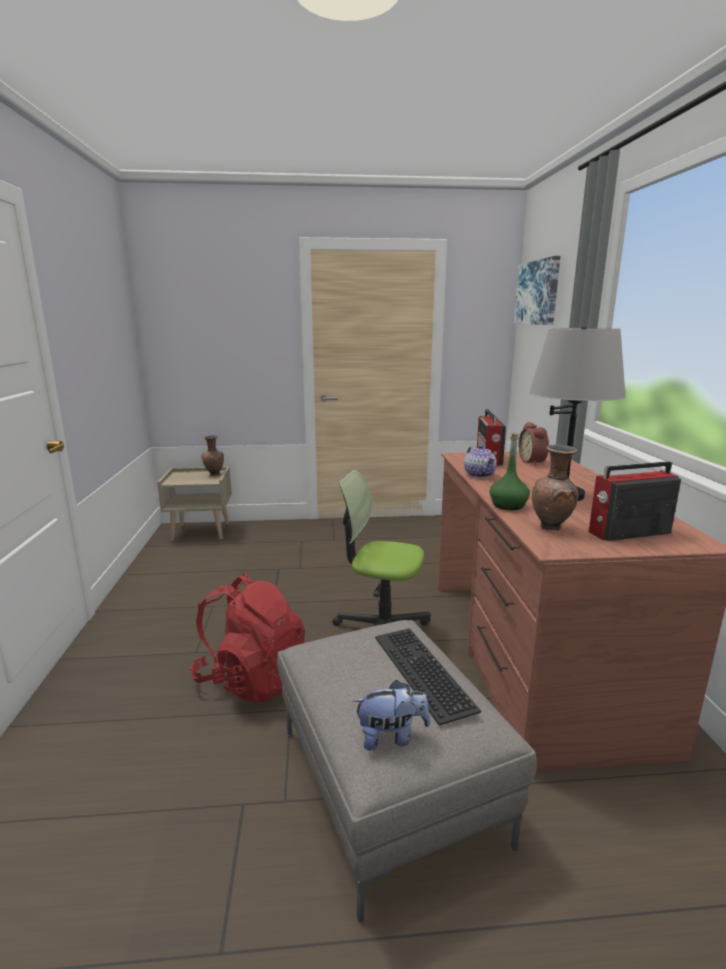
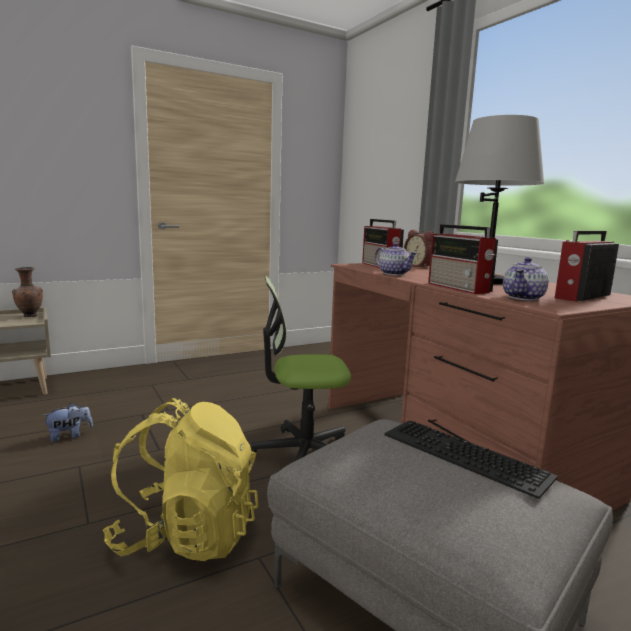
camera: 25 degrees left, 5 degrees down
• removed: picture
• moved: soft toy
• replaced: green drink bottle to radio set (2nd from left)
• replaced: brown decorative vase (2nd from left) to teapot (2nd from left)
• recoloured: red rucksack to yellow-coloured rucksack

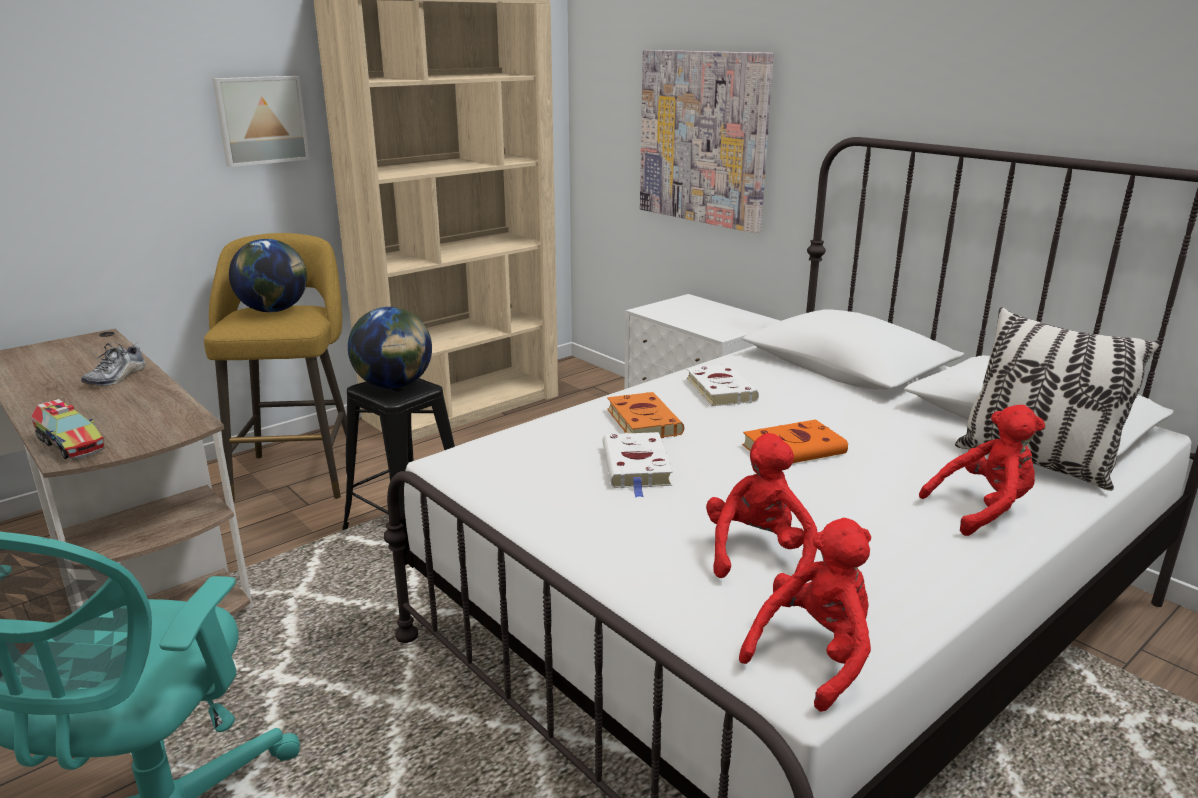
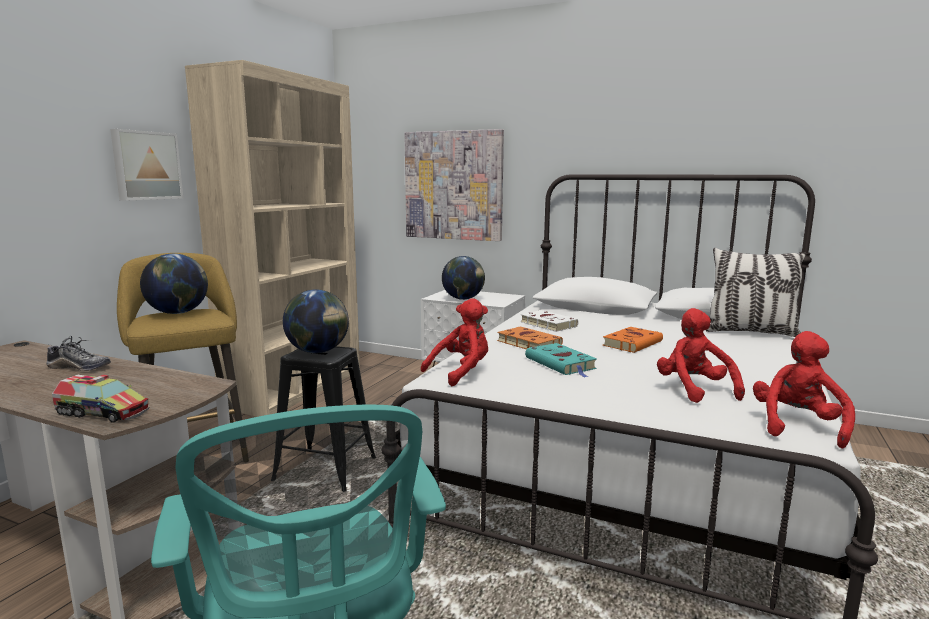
camera: 25 degrees left, 10 degrees down
• added: globe (3rd from left)
• moved: red soft toy (3rd from left in the first image) to red soft toy (1st from left)
• recoloured: whitish volume (1st from left) to blue-green volume
• turned: low shoe 75 degrees counterclockwise

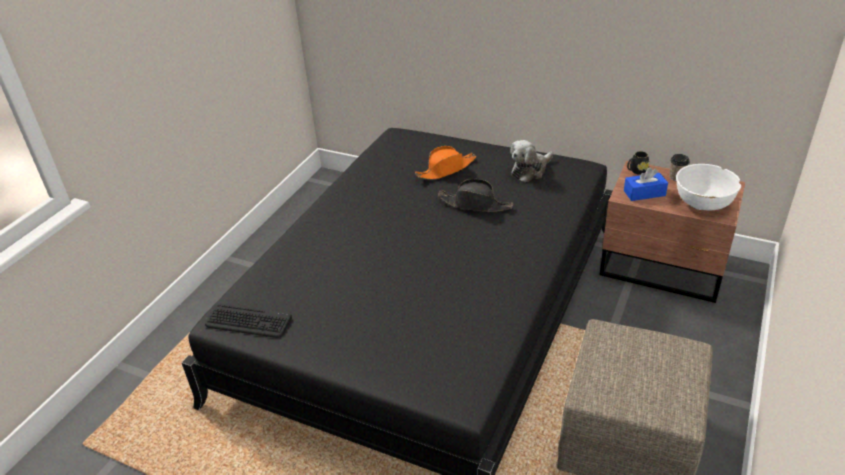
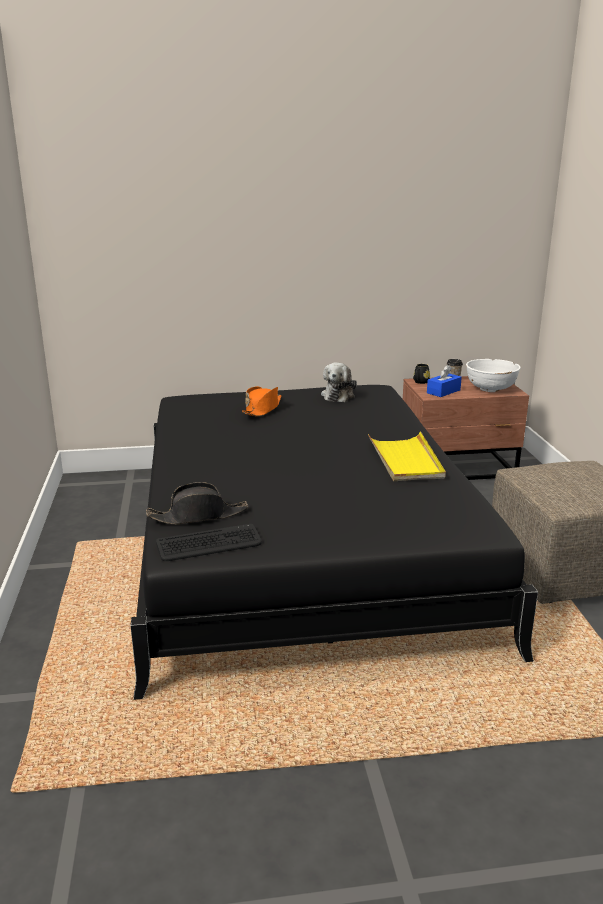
camera: 35 degrees left, 15 degrees down
• added: yellow-coloured carrying tray
• moved: blackish wearable hat

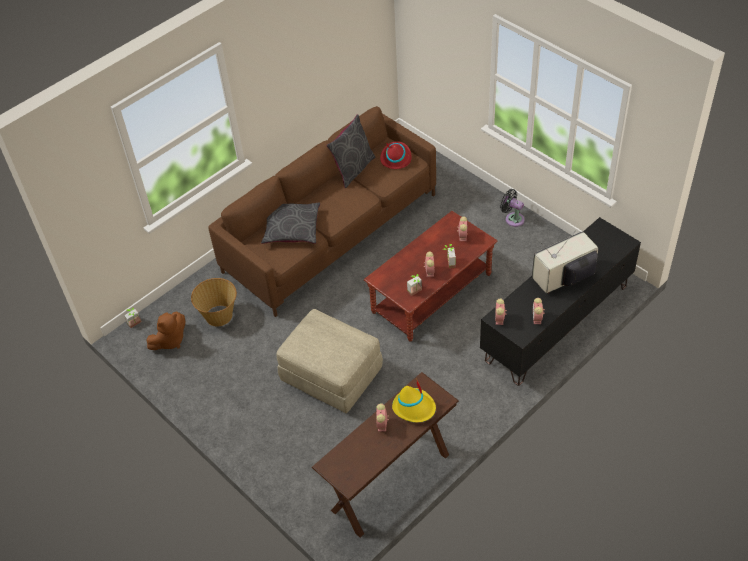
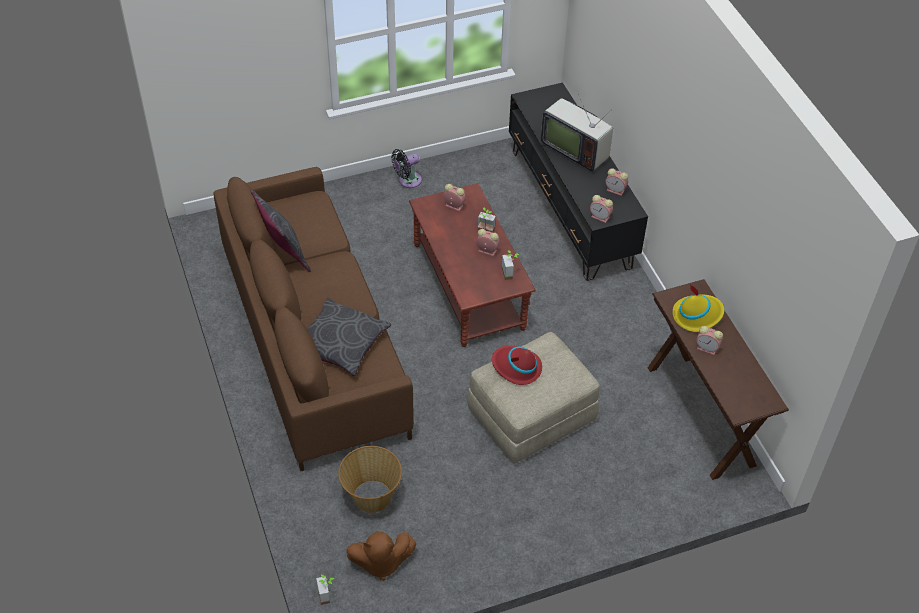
camera: 70 degrees left, 0 degrees up
• moved: red wearable hat
• turned: brown soft toy 105 degrees clockwise
• turned: TV 45 degrees counterclockwise

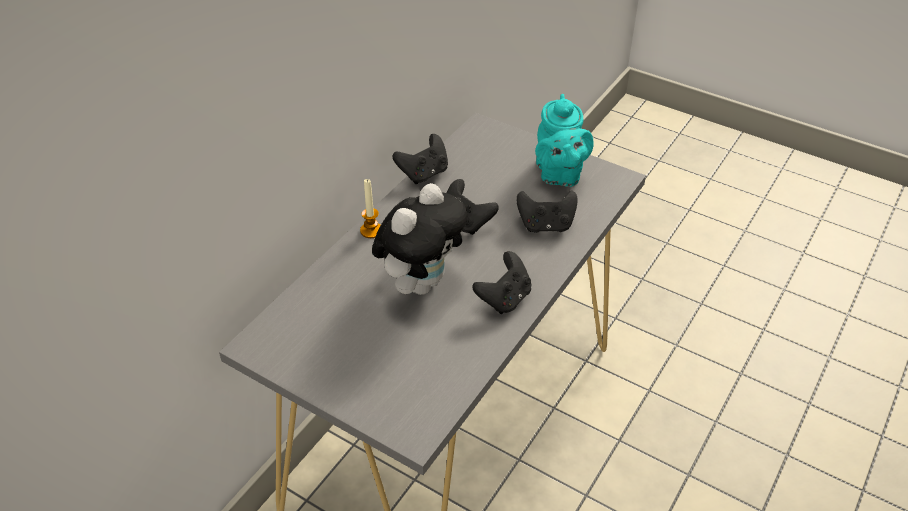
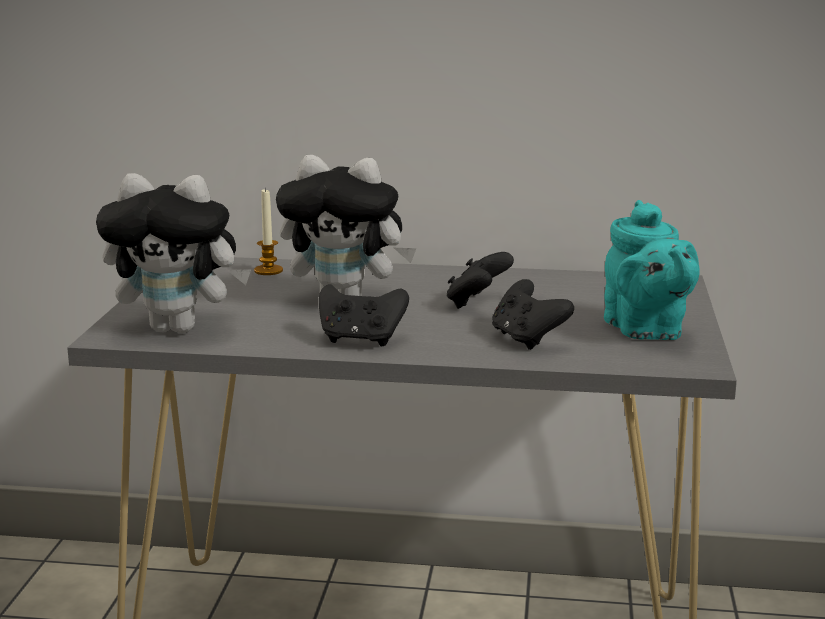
camera: 65 degrees right, 25 degrees down
• removed: blackish game controller (1st from left)
• added: soft toy (1st from left)
• moved: candle
• turned: blue-green teapot 75 degrees counterclockwise

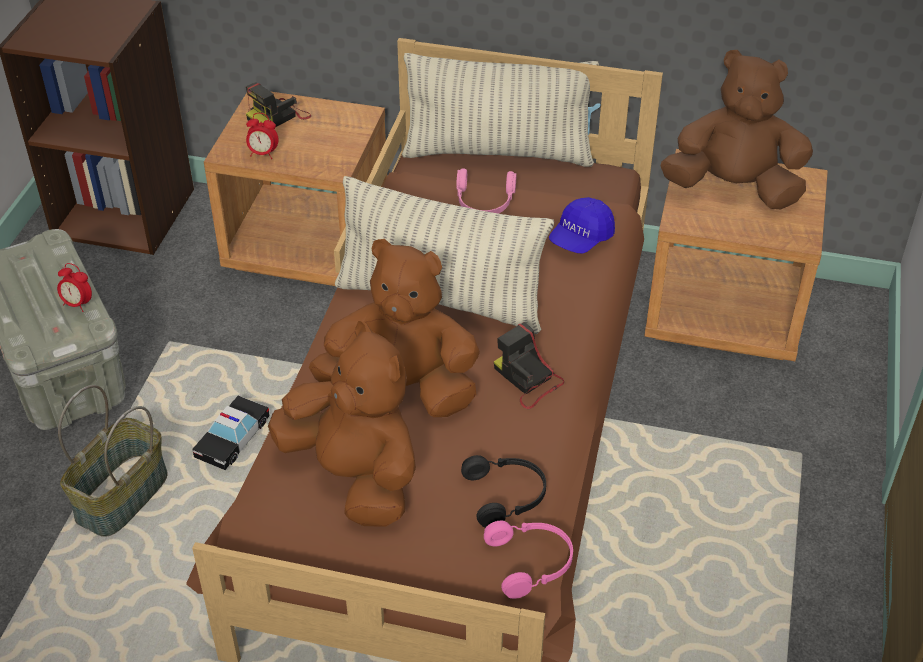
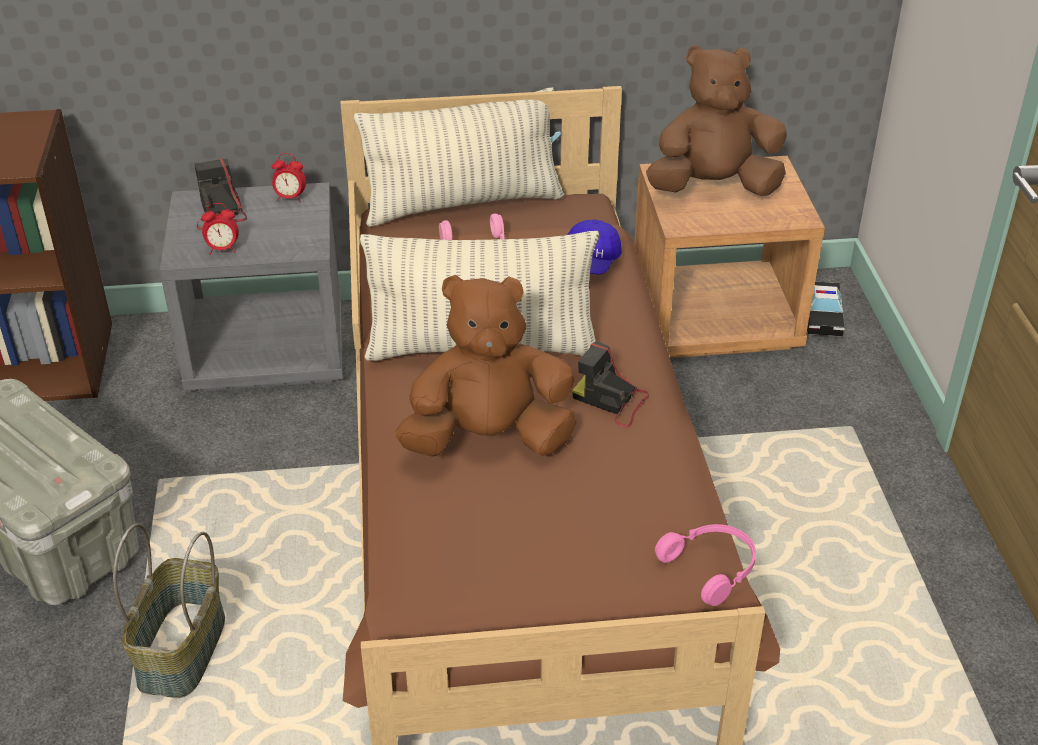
camera: 20 degrees left, 5 degrees down
• removed: brown soft toy (1st from left)
• removed: blackish headset
• moved: bedside clock (1st from left in the first image) to bedside clock (2nd from left)
• moved: model car
• recoloured: brown bedside table (1st from left) to greyish bedside table
• turned: photo camera (1st from left) 135 degrees clockwise

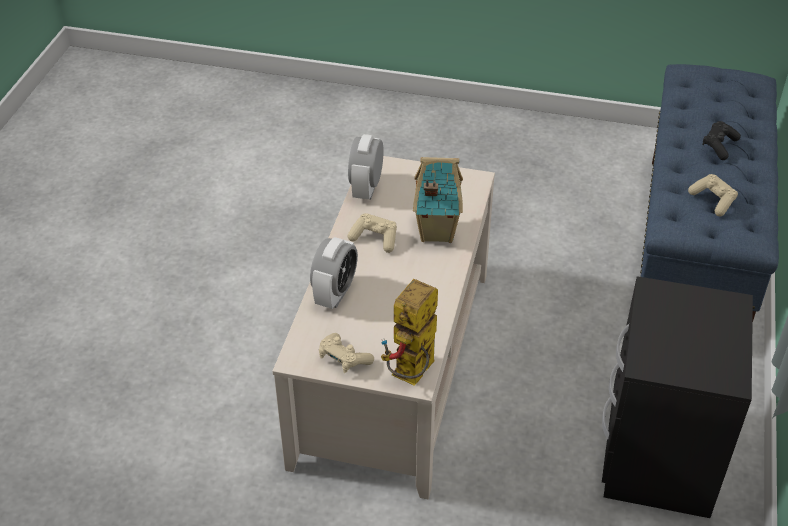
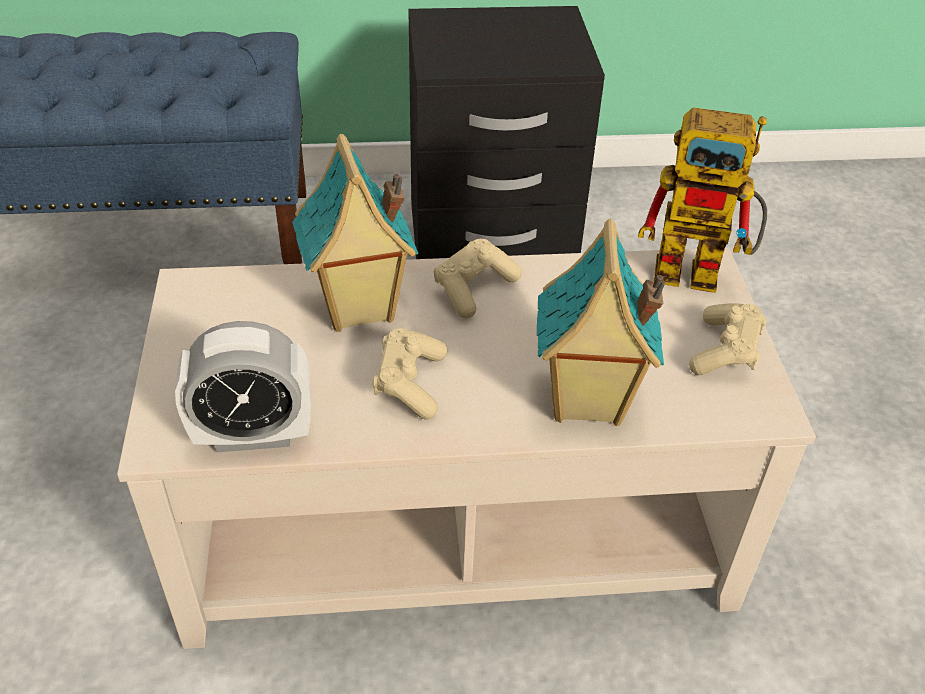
camera: 110 degrees left, 0 degrees up
• removed: blackish game controller
• moved: beige-coloured game controller (3rd from left in the first image) to beige-coloured game controller (2nd from left)
• replaced: bedside clock (1st from left) to toy house (2nd from left)

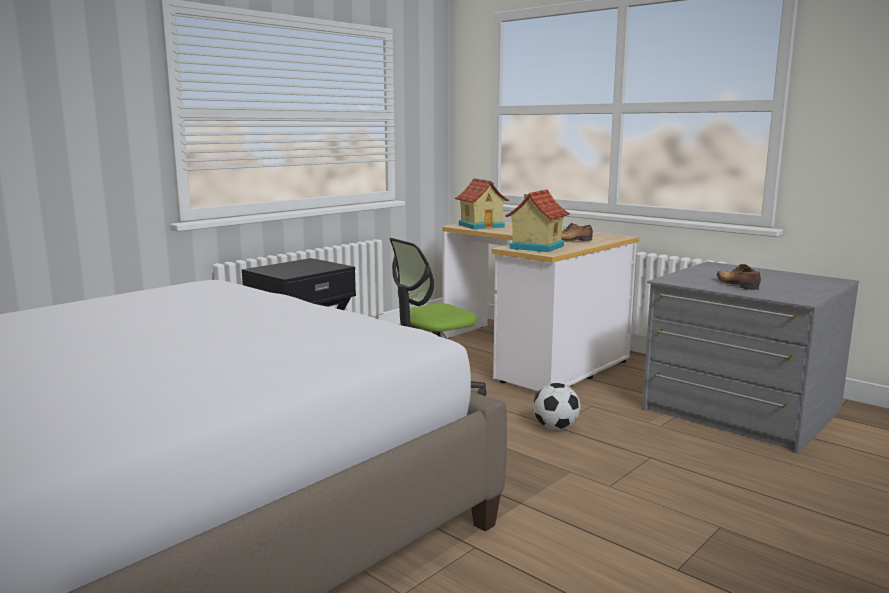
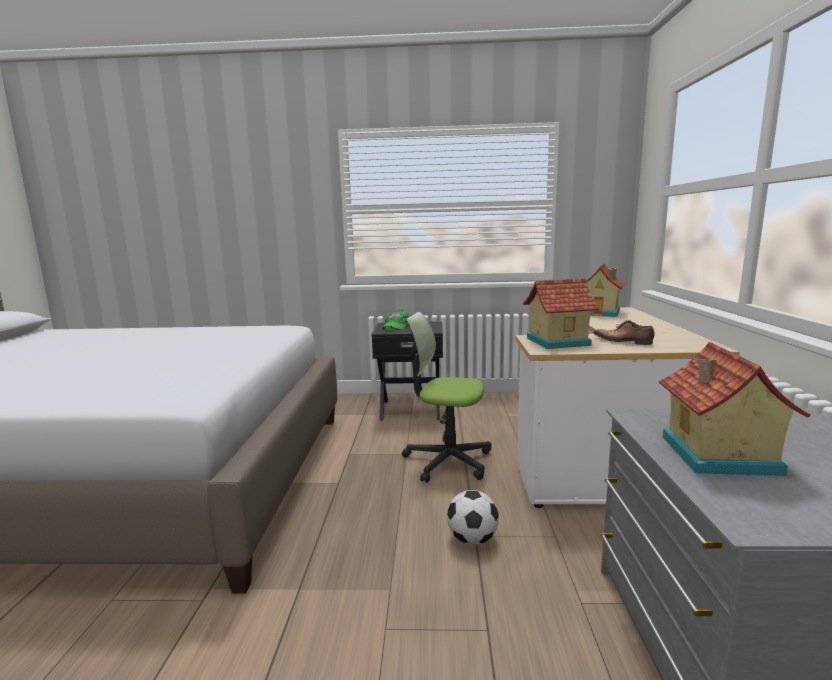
camera: 50 degrees right, 0 degrees up
• added: green cap
• replaced: low shoe (2nd from left) to toy house (3rd from left)

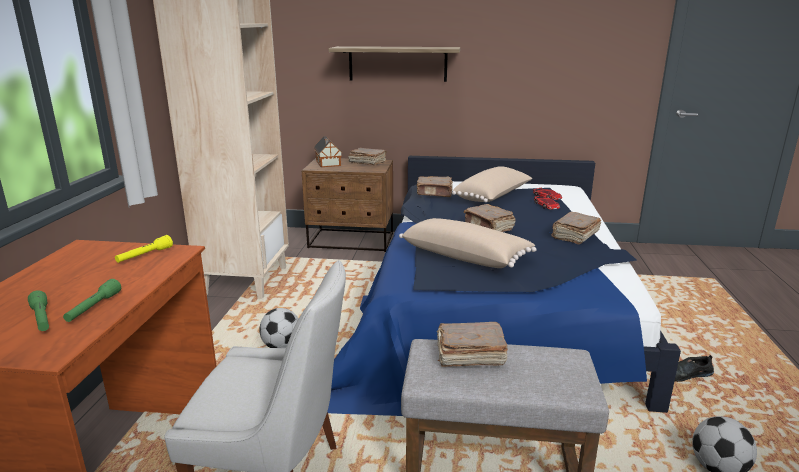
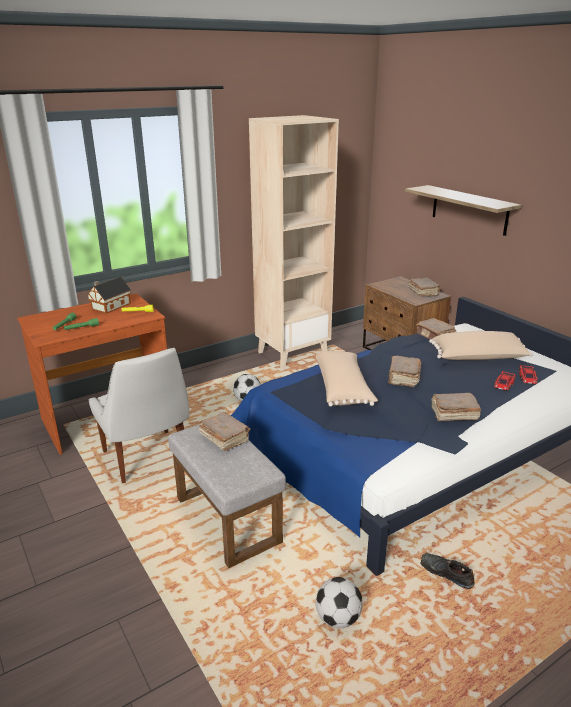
camera: 50 degrees right, 5 degrees up
• moved: toy house

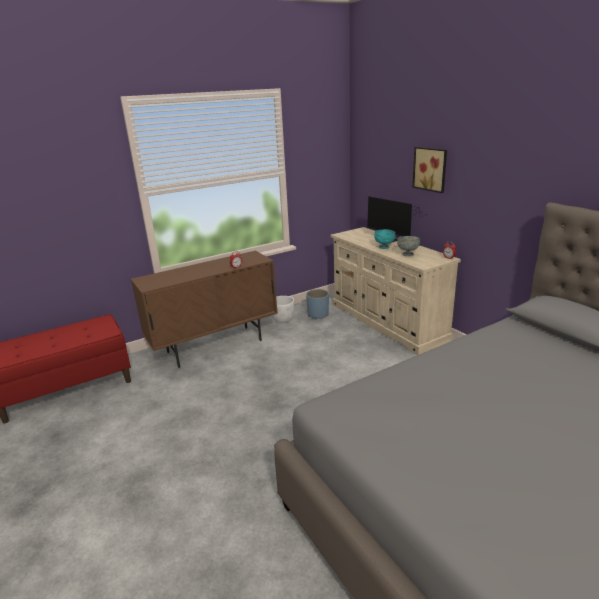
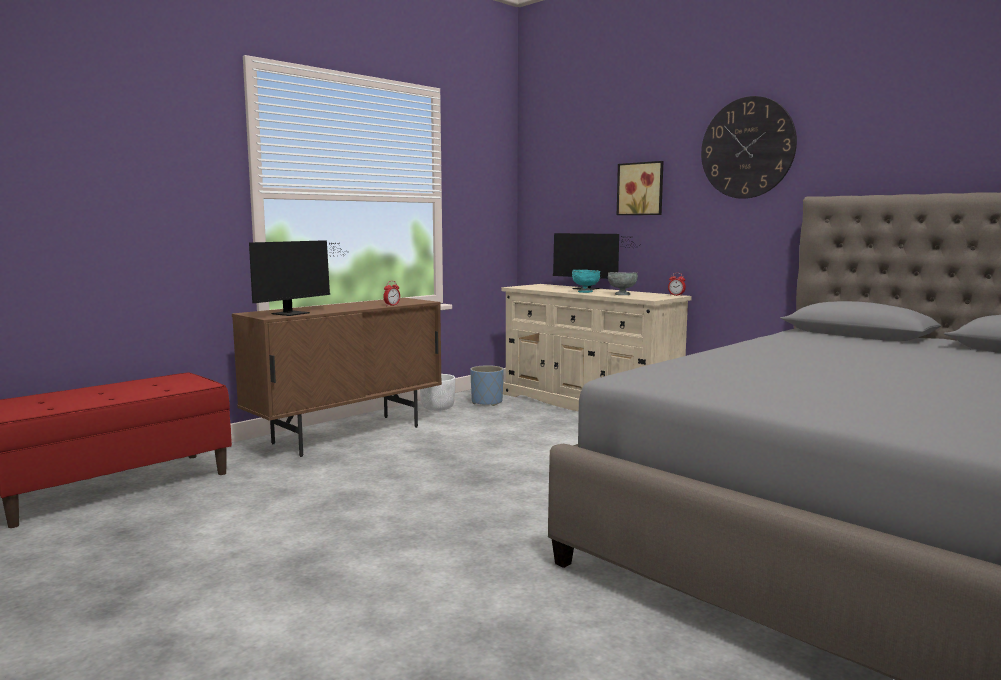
camera: 15 degrees left, 15 degrees down
• added: monitor (1st from left)
• added: clock on the wall

